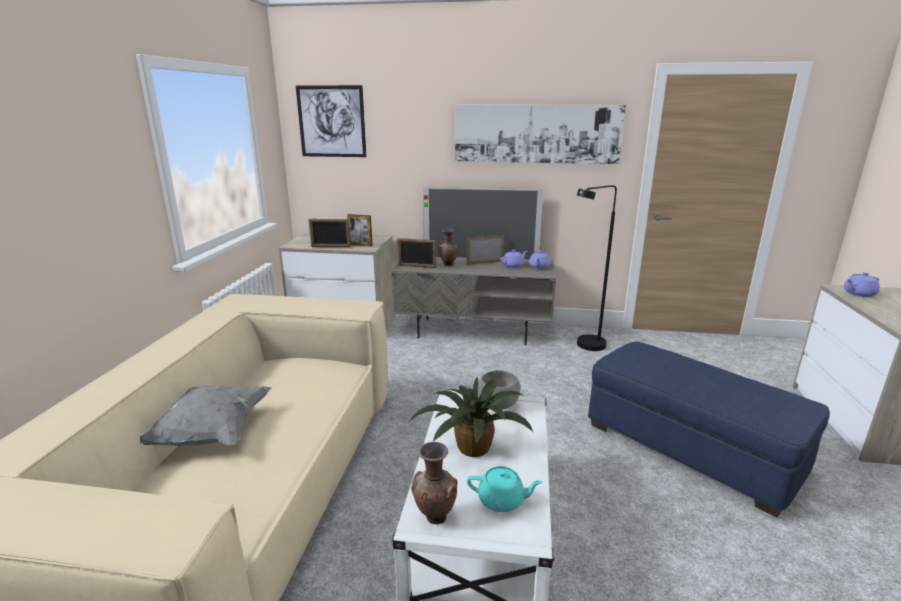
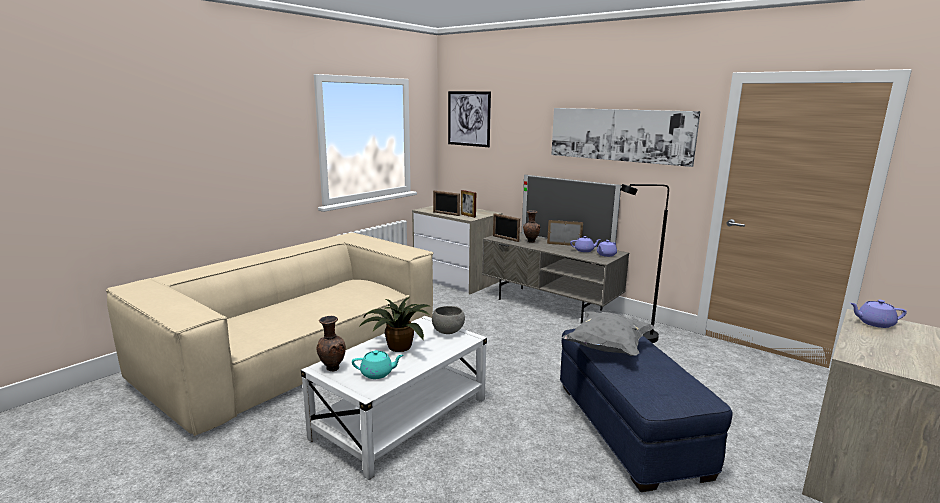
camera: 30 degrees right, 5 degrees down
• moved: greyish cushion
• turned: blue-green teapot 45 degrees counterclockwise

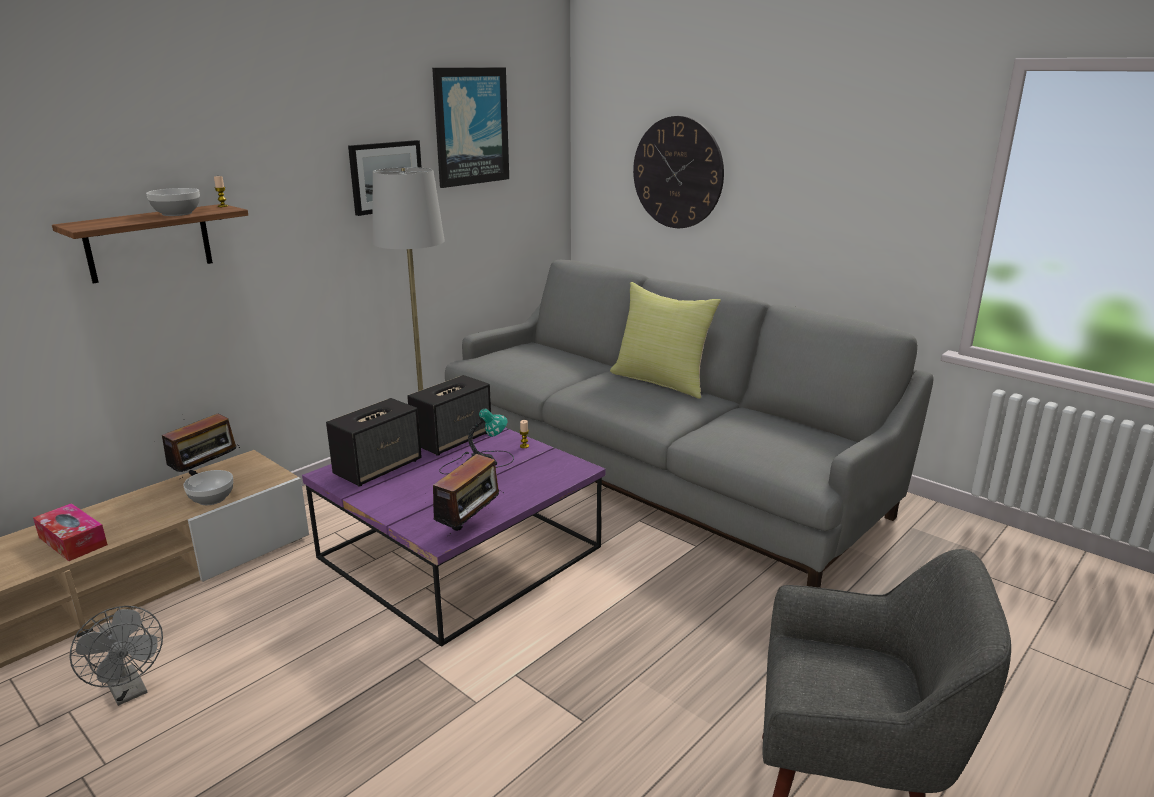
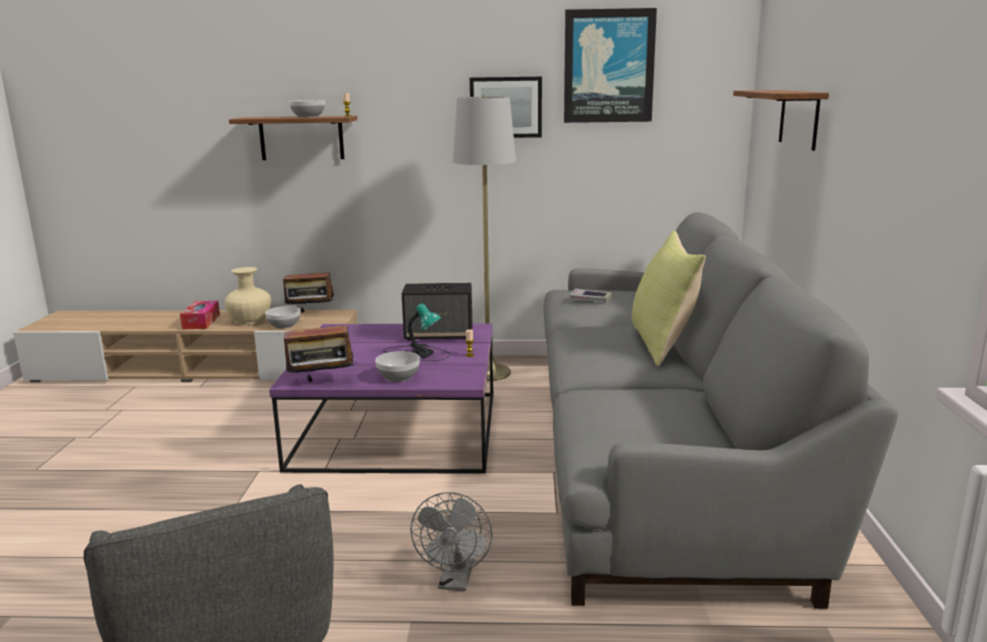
camera: 50 degrees right, 5 degrees down
• removed: audio speaker (1st from left)
• added: beige-coloured decorative vase
• added: bowl (3rd from left)
• added: volume
• moved: greyish cooling fan
• replaced: clock on the wall to wall shelf (2nd from left)

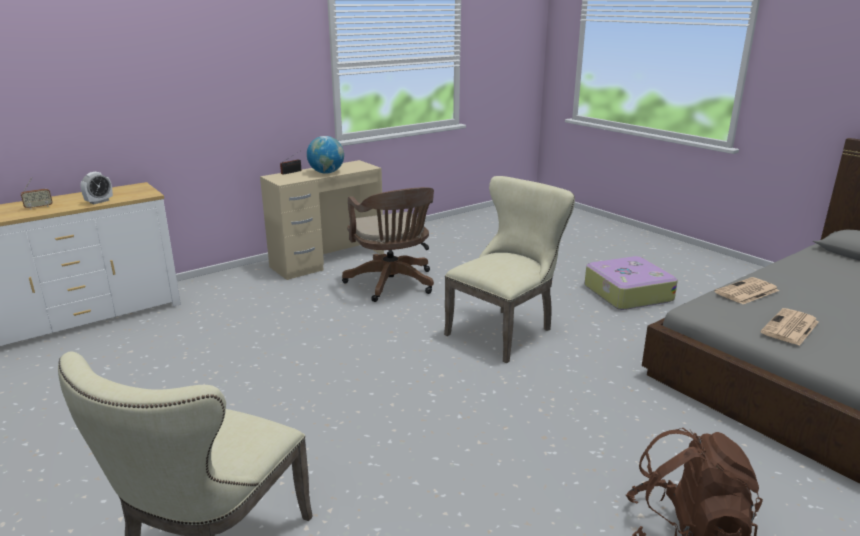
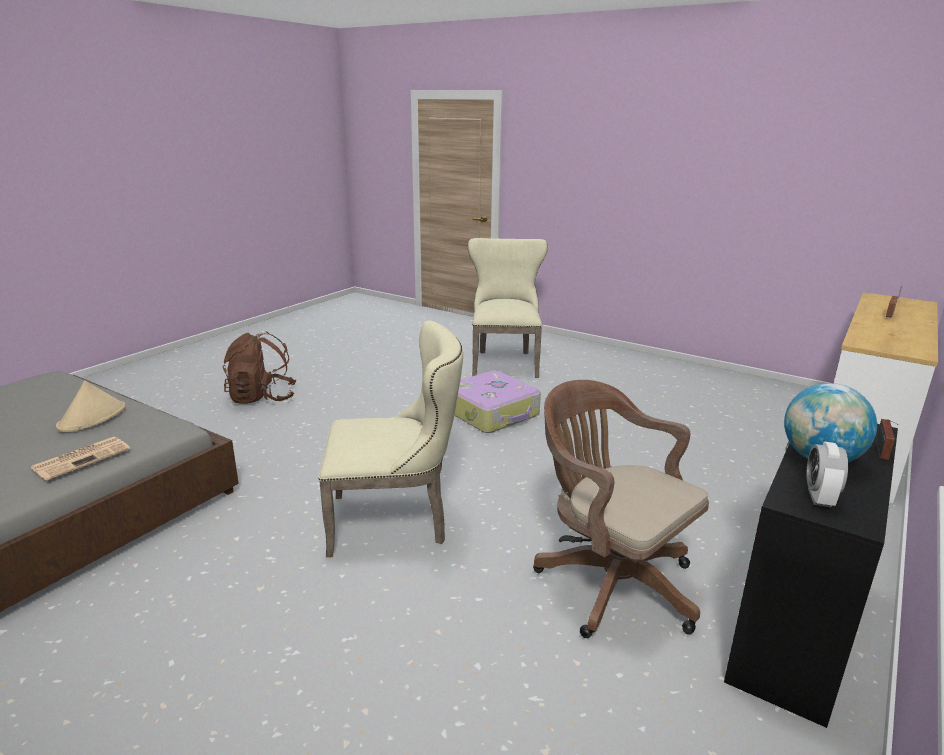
camera: 160 degrees right, 0 degrees up
• moved: bedside clock
• moved: piece of luggage
• replaced: daily paper (2nd from left) to beige-coloured wearable hat
• recoloured: beige-coloured desk unit to blackish desk unit
• turned: beige-coloured upright chair (2nd from left in the first image) 120 degrees counterclockwise

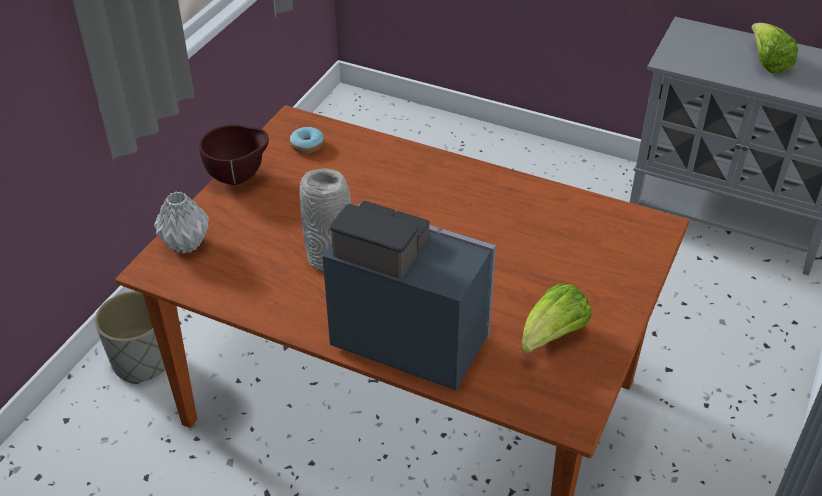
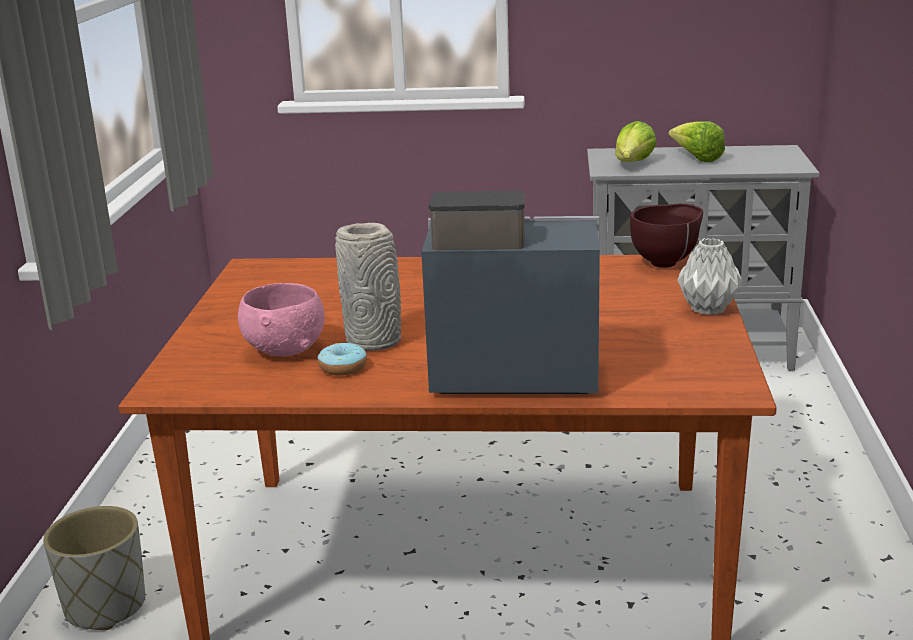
camera: 20 degrees left, 20 degrees down
• added: pink bowl
• moved: greyish decorative vase (1st from left in the first image) to greyish decorative vase (2nd from left)
• moved: brown bowl
• moved: donut
• moved: lettuce (1st from left)

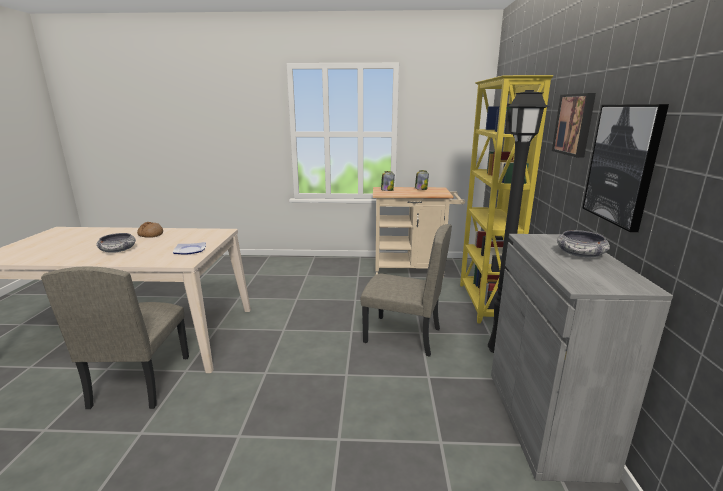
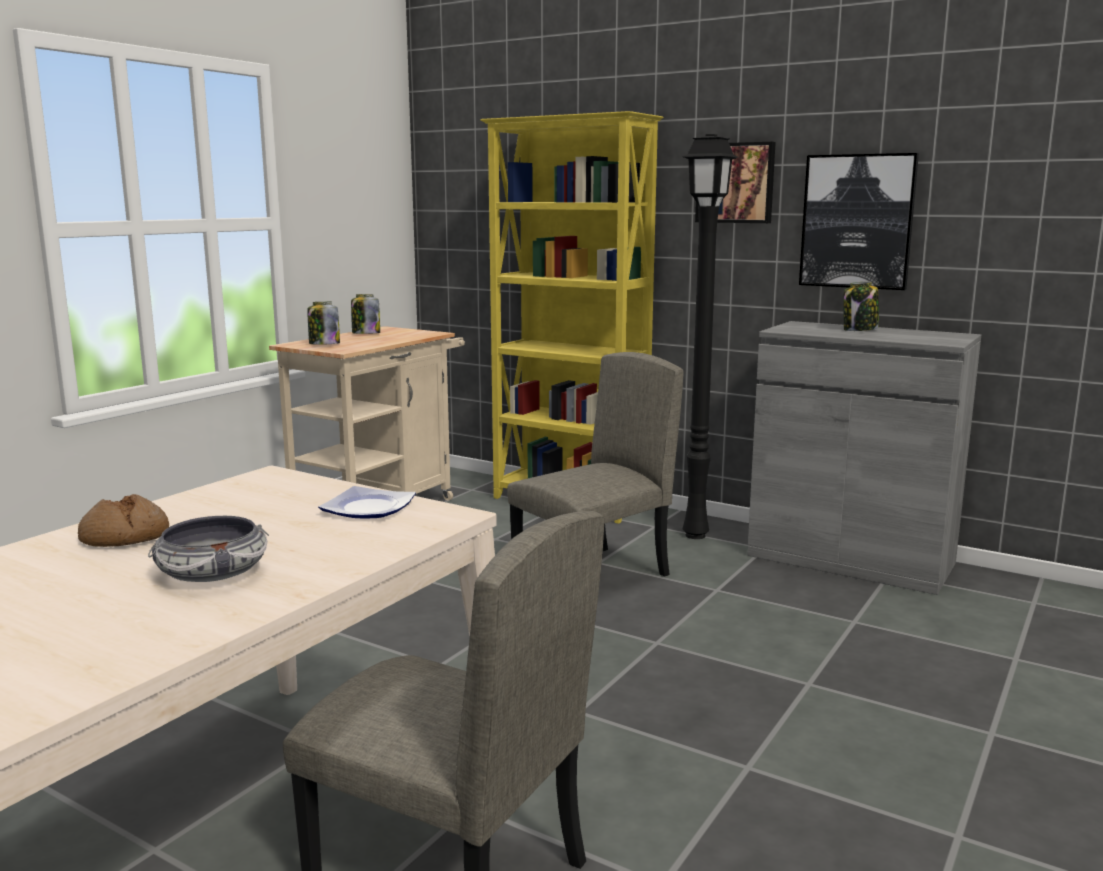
camera: 60 degrees left, 5 degrees down
• replaced: bowl (2nd from left) to preserve jar (3rd from left)

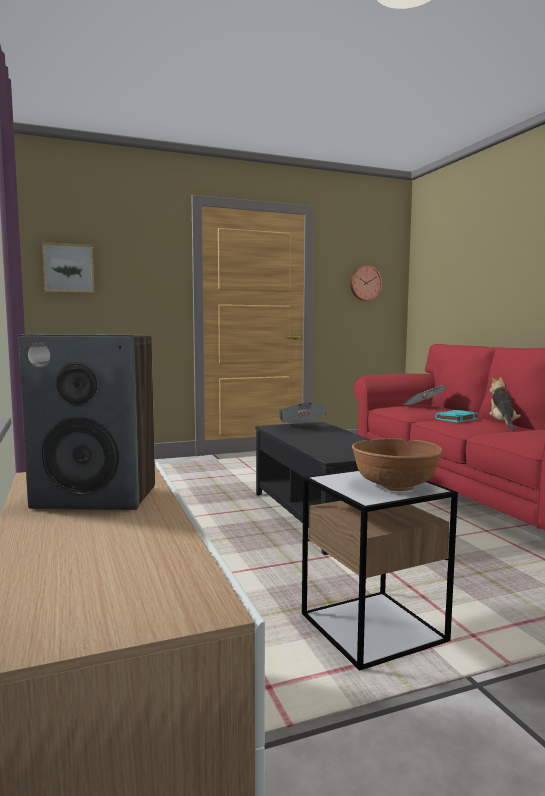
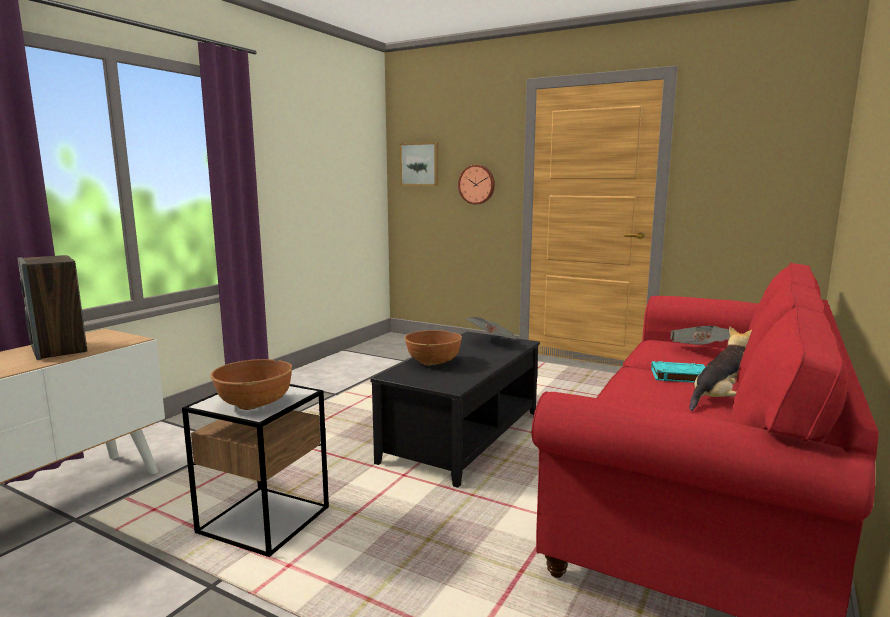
camera: 50 degrees right, 5 degrees up
• added: brown bowl (2nd from left)
• moved: clock on the wall

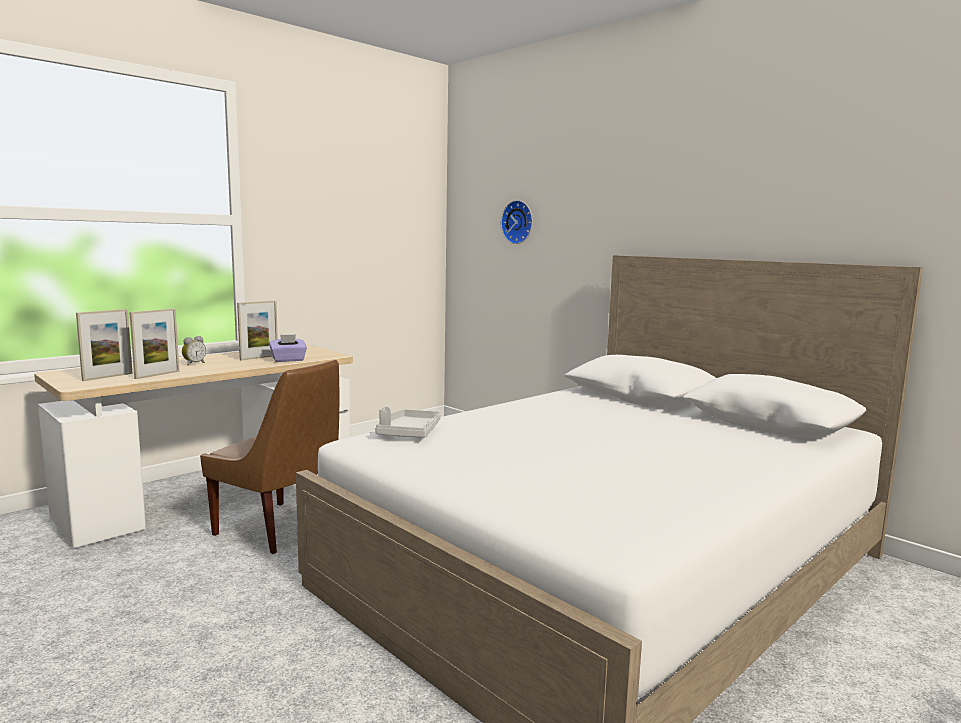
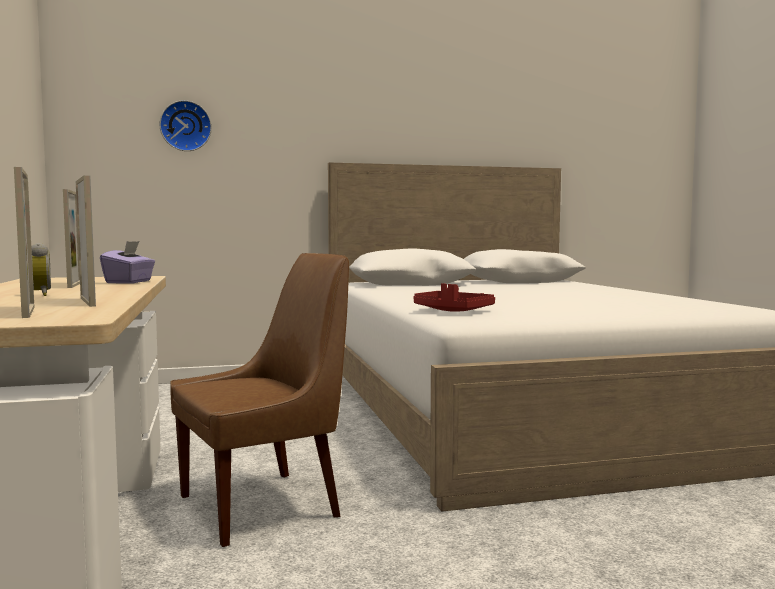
camera: 60 degrees left, 5 degrees down
• recoloured: greyish carrying tray to red carrying tray

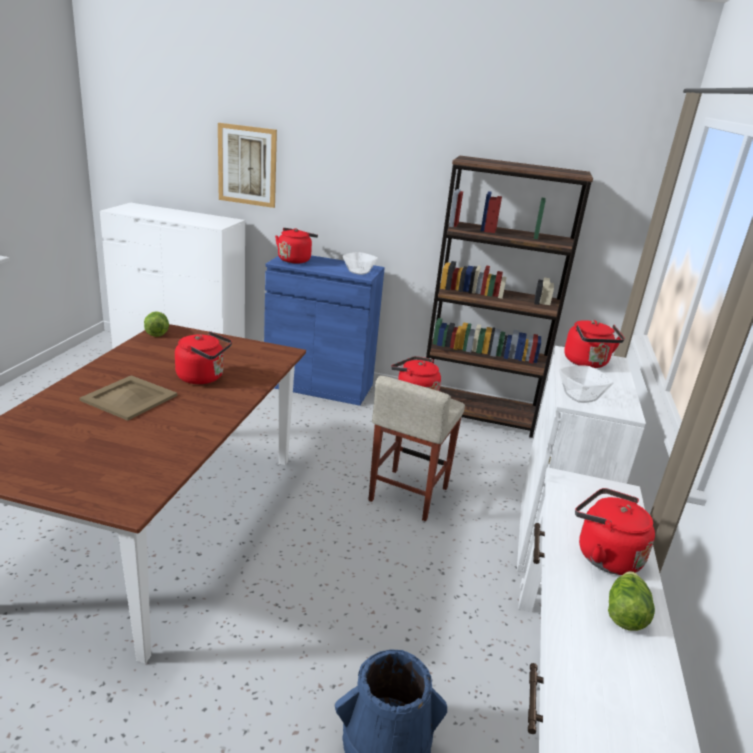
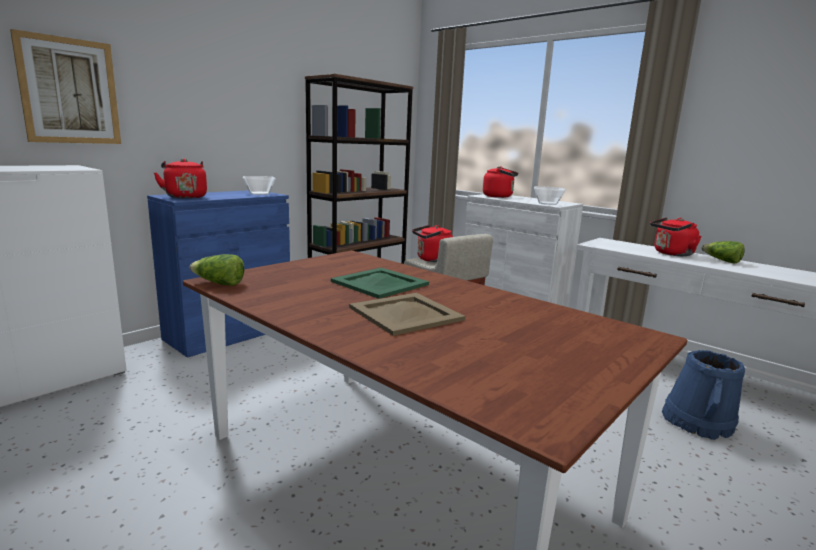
camera: 60 degrees left, 10 degrees down
• replaced: red tea kettle (1st from left) to green carrying tray

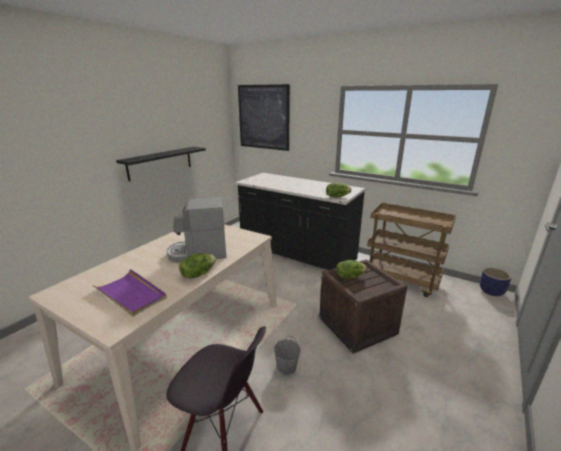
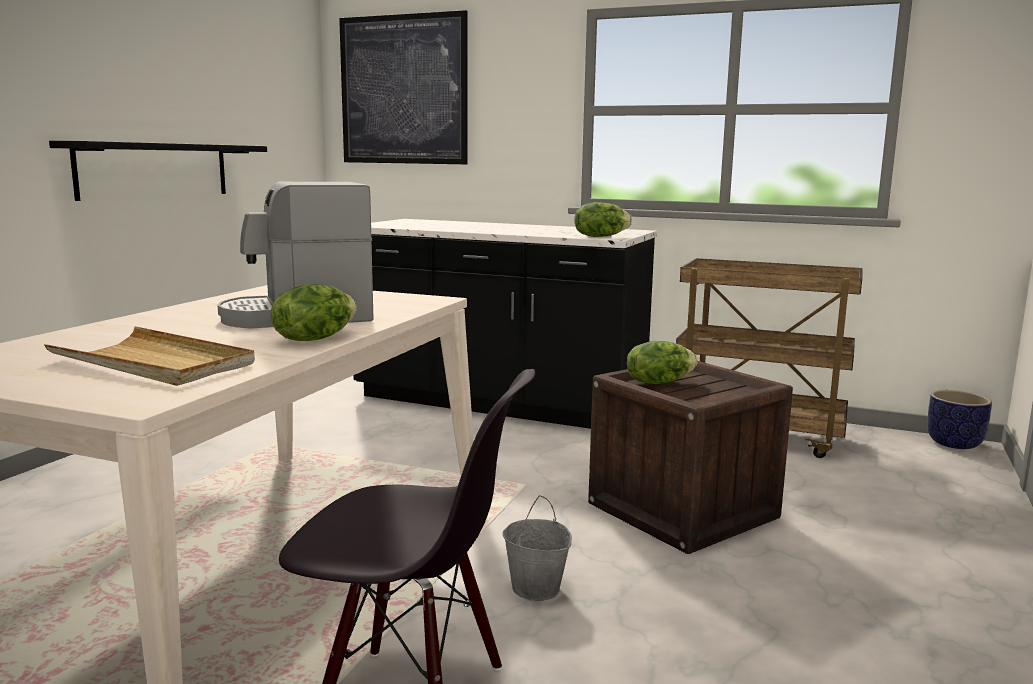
camera: 10 degrees left, 10 degrees down
• recoloured: purple carrying tray to beige-coloured carrying tray

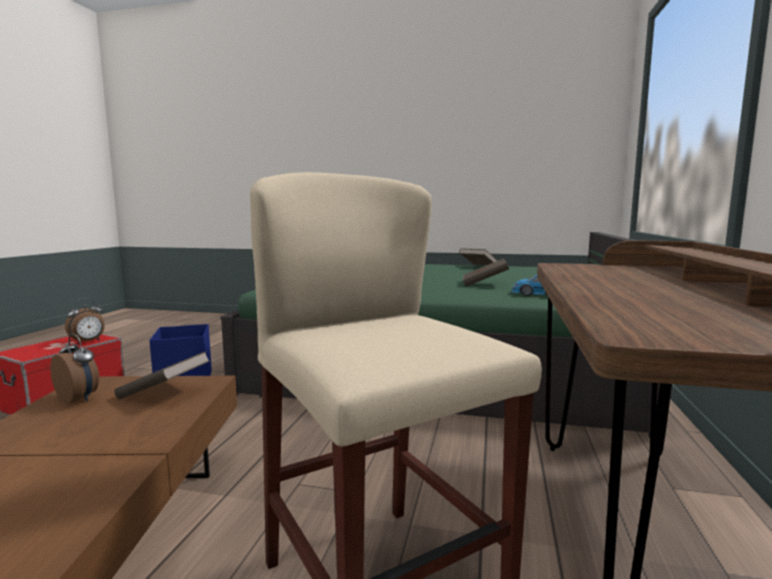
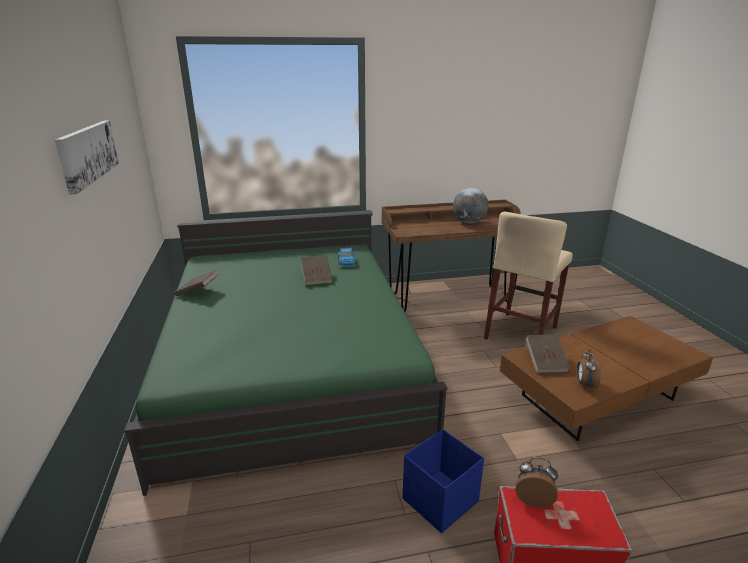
camera: 115 degrees left, 15 degrees up
• added: picture
• added: globe

